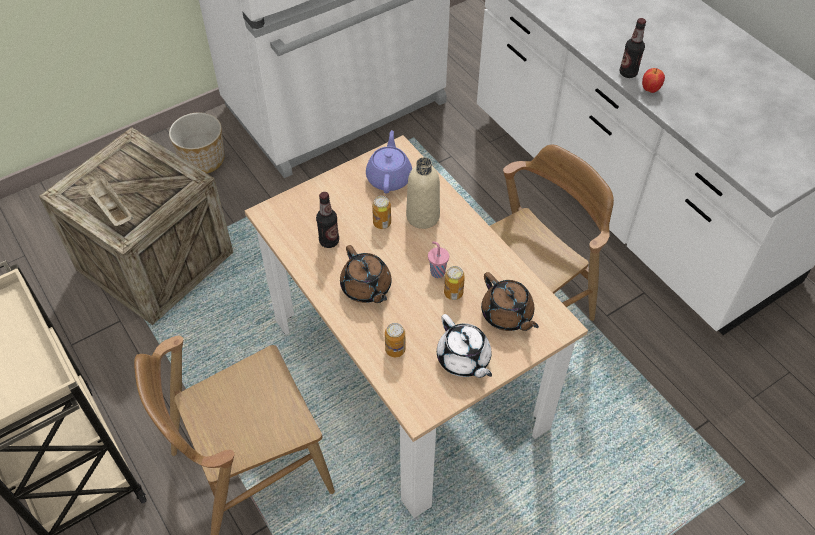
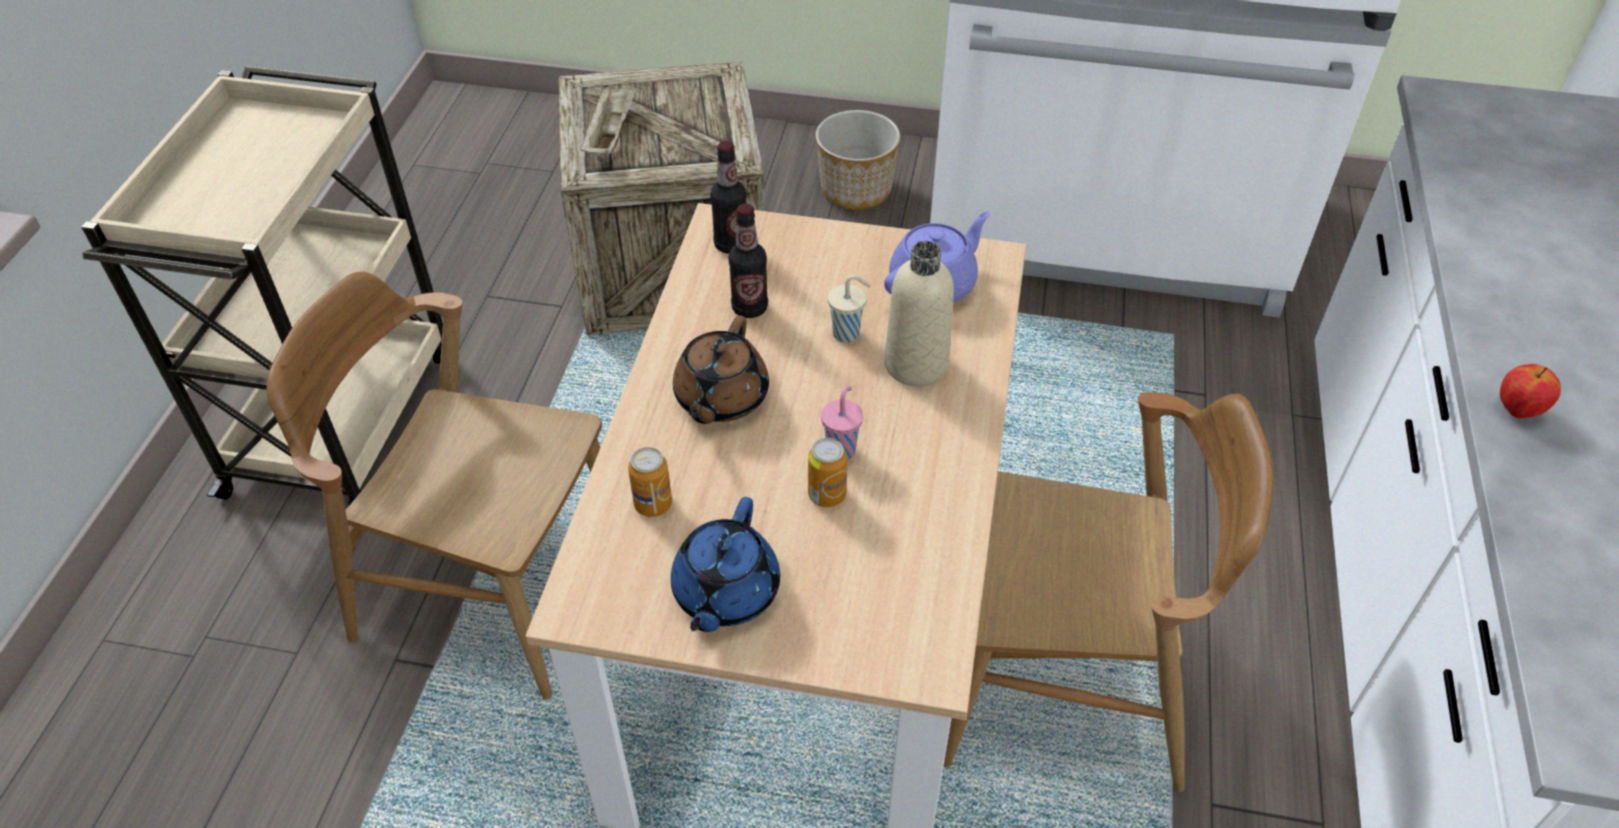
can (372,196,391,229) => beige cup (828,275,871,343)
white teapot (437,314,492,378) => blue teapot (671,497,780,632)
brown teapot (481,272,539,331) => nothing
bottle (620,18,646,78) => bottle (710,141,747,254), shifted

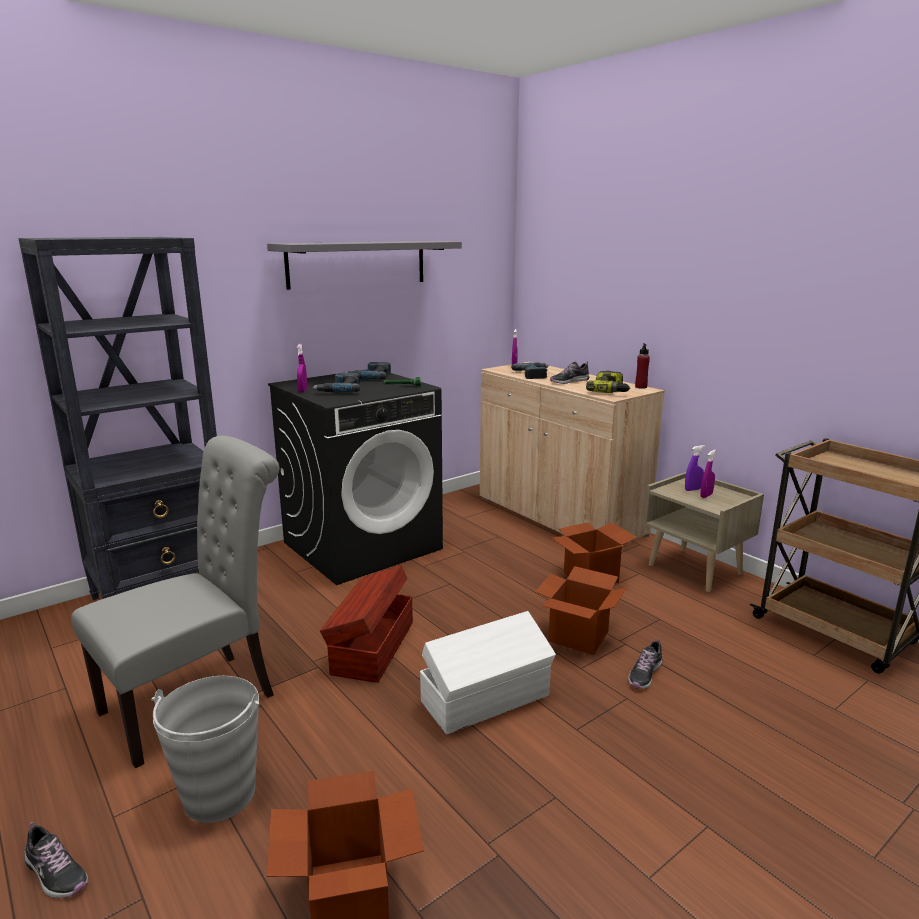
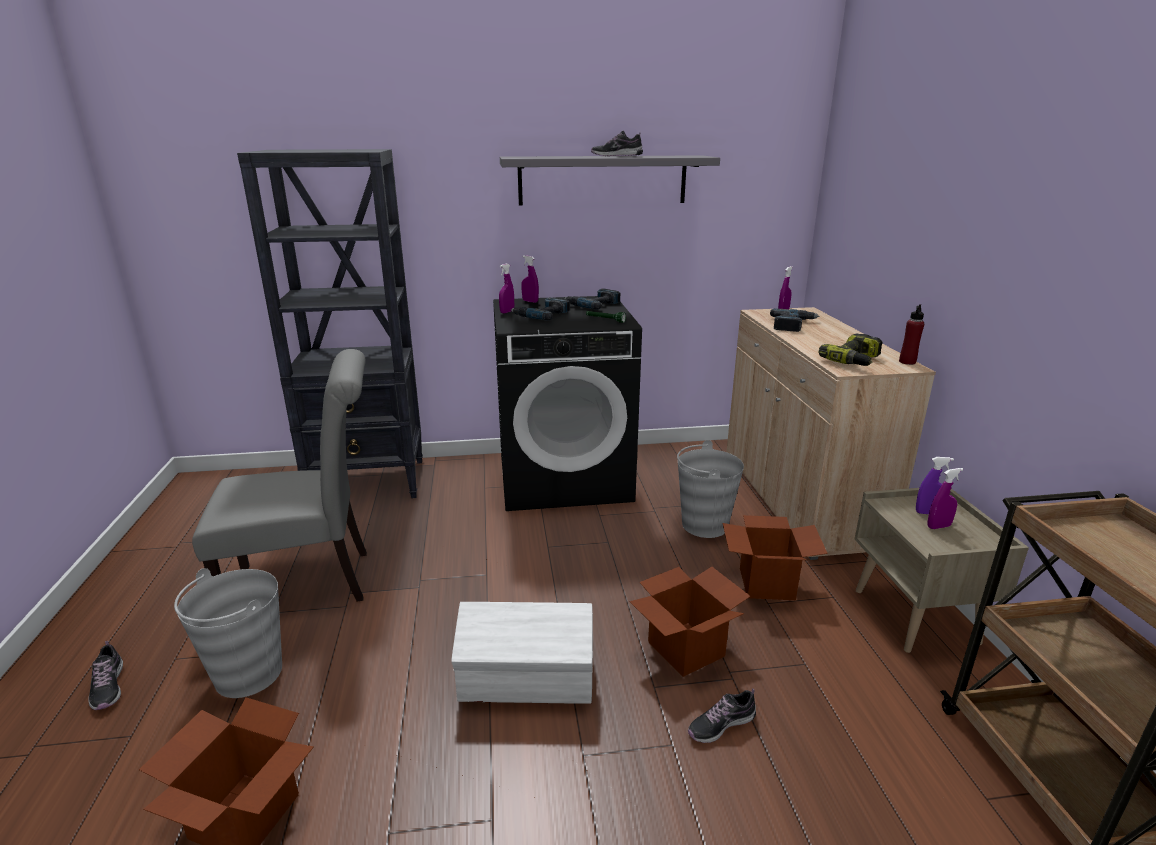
brown storage box (320,565,413,683) => nothing
shoe (550,361,589,384) => shoe (591,131,643,156), shifted
nothing => purple spray bottle (522,255,539,303)
nothing => grey bucket (677,440,744,538)

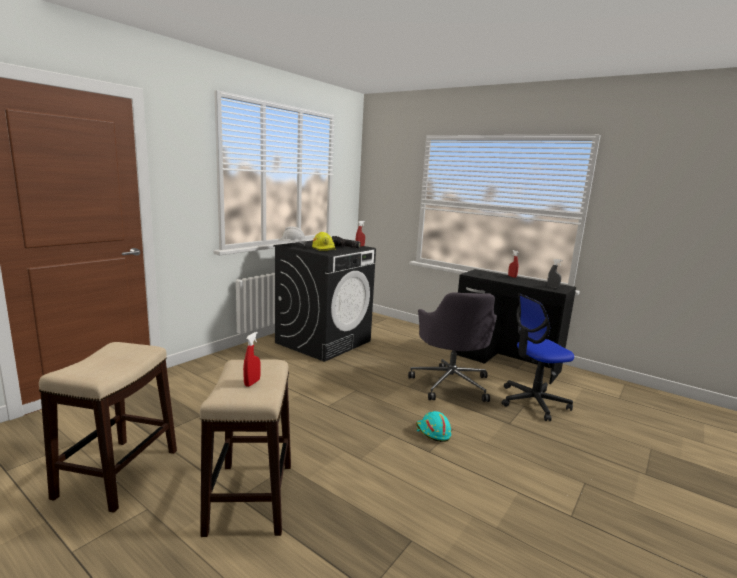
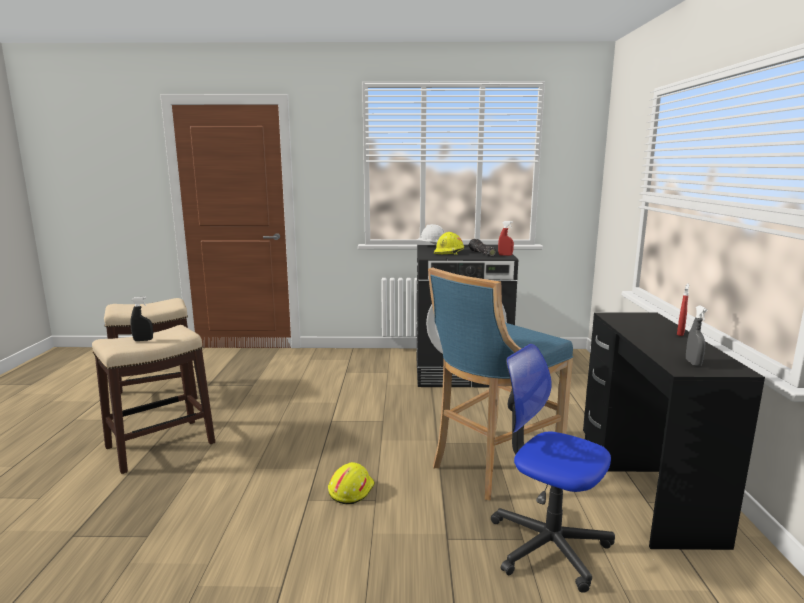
red spray bottle (243,332,261,387) => black spray bottle (130,297,153,341)
grey office chair (408,292,497,402) => blue stool (428,267,573,501)
turquoise hard hat (416,411,451,442) => yellow hard hat (328,462,375,504)

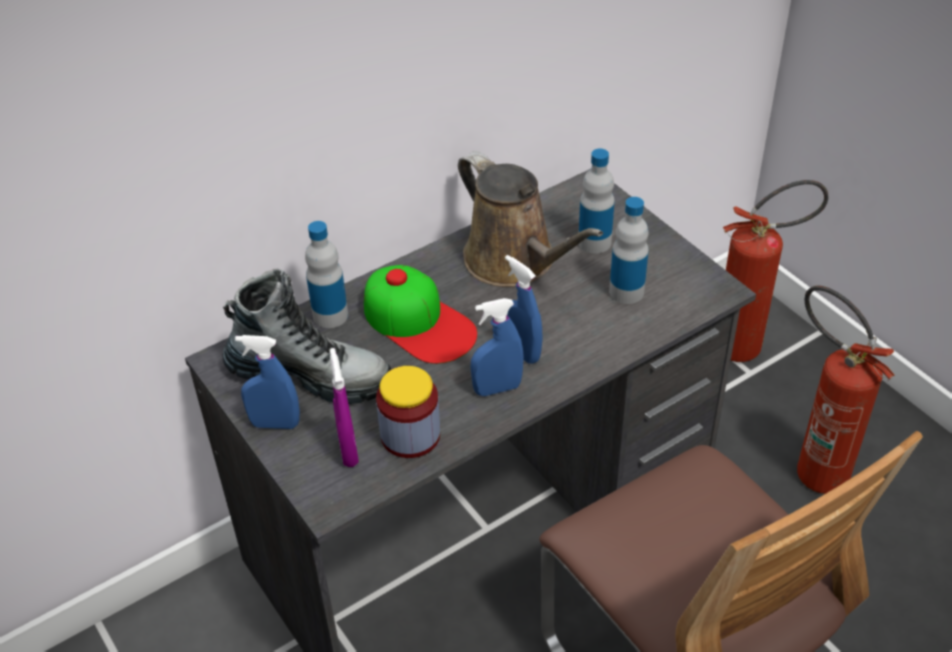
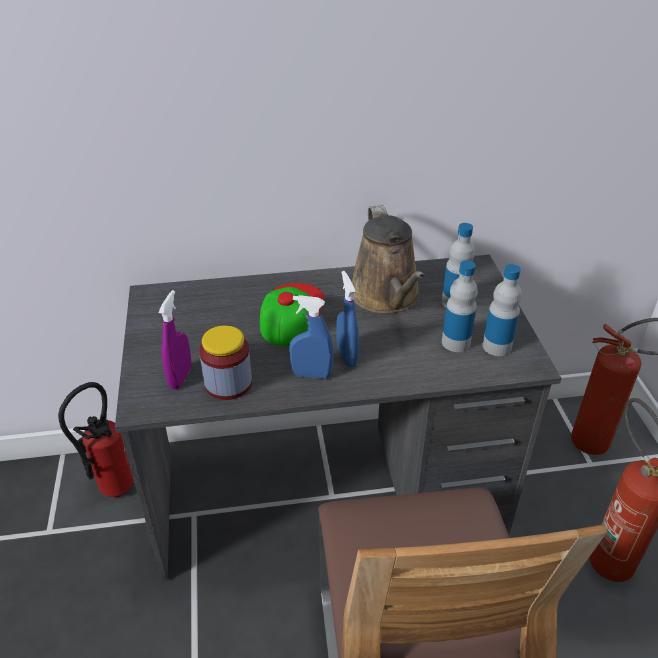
boot (222,269,391,404) => nothing
blue spray bottle (235,335,300,429) => nothing
bottle (305,221,348,328) => bottle (483,264,522,356), shifted
cap (364,265,477,364) => cap (260,283,324,346), 150 degrees counterclockwise
nothing => fire extinguisher (58,382,134,498)

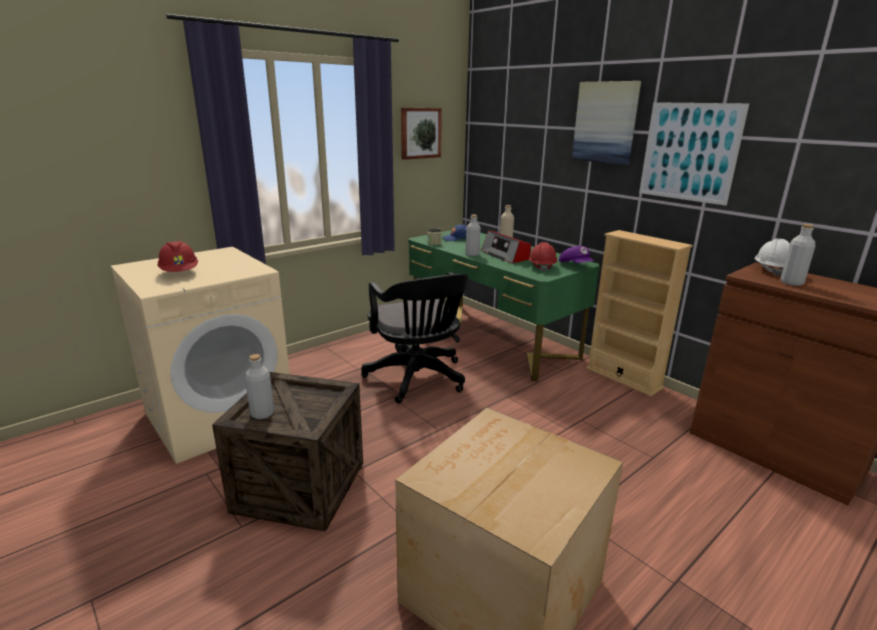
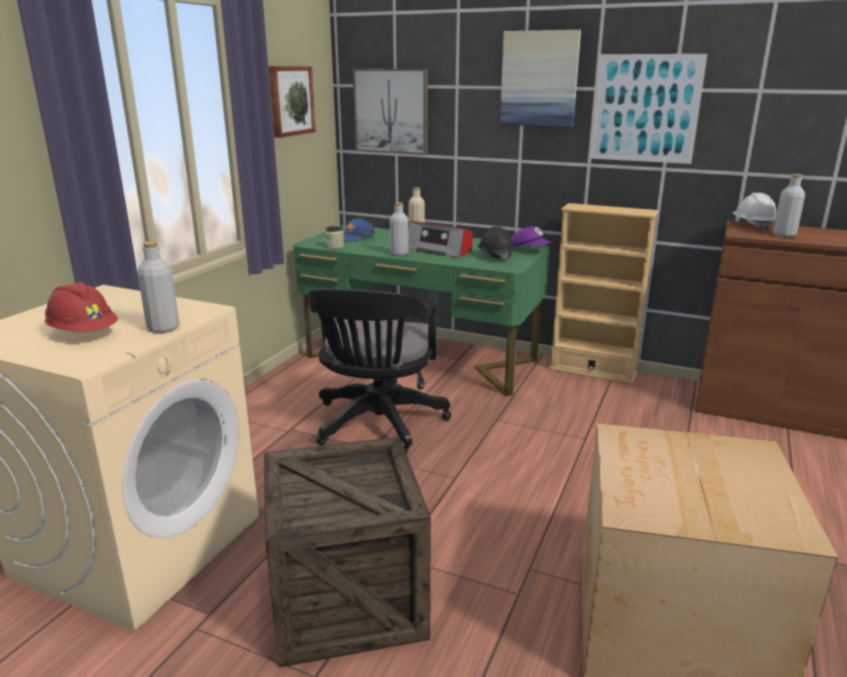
grey bottle (245,354,274,419) => grey bottle (137,241,180,333), shifted
black office chair (361,272,469,404) => black office chair (308,287,451,454), 60 degrees clockwise
red hard hat (529,242,557,272) => black hard hat (478,227,515,262)
nothing => picture (353,69,428,155)

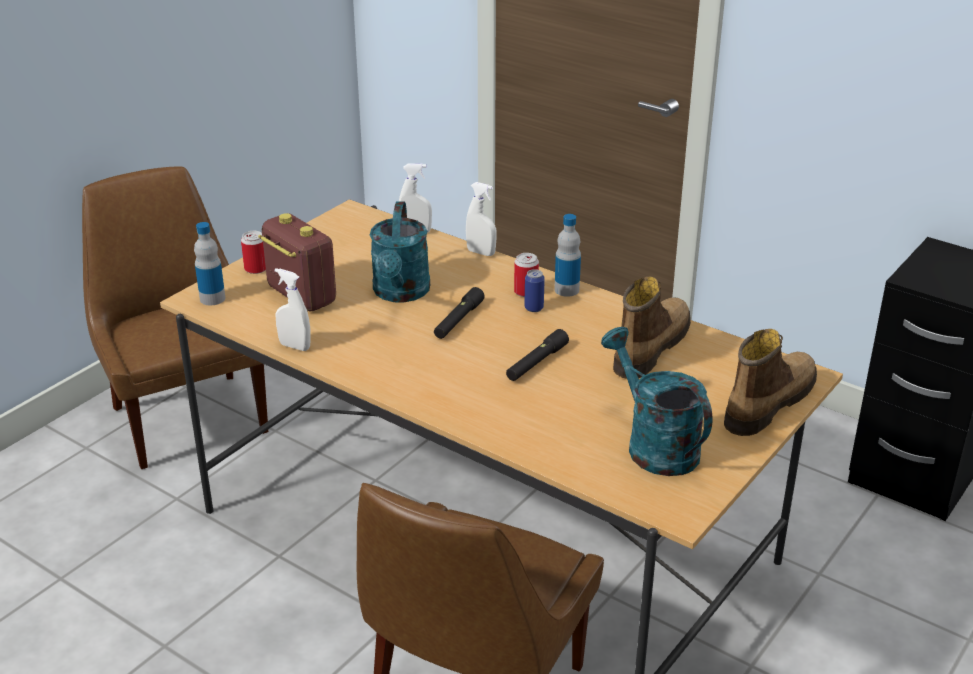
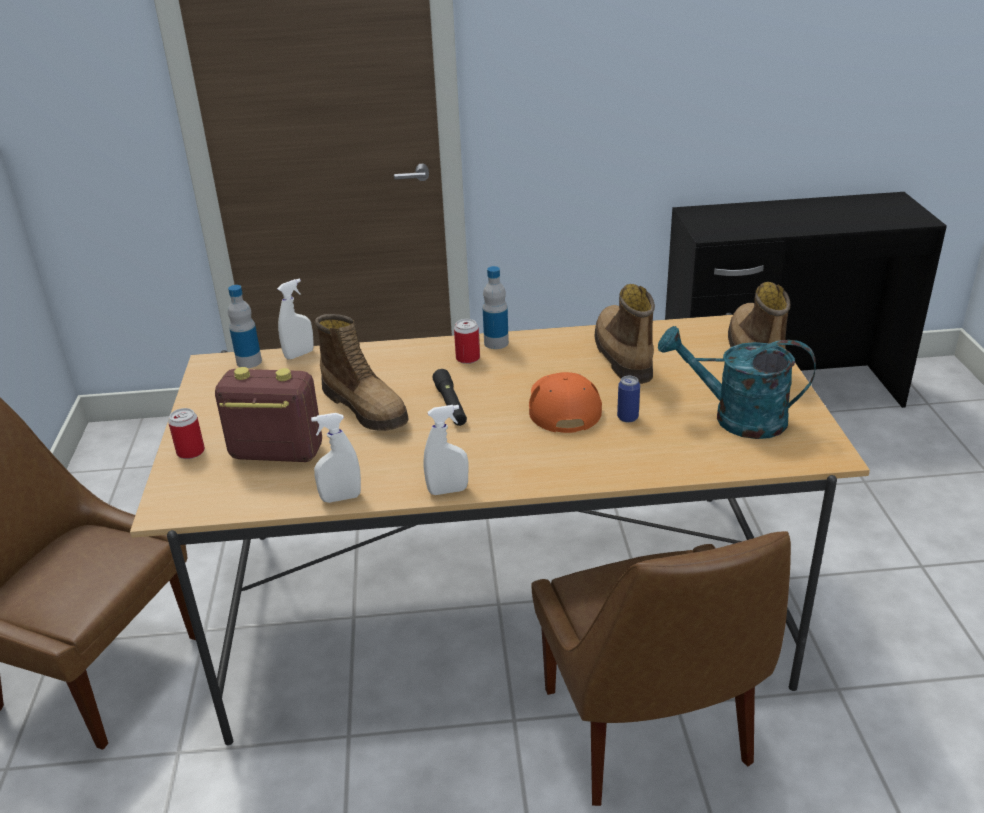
bottle (194,222,225,305) => bottle (228,285,262,368), shifted
turquoise watering can (370,201,430,303) => boot (315,314,408,431)
white spray bottle (466,182,497,256) => white spray bottle (424,405,468,495), shifted
black flashlight (506,329,569,381) => orange cap (529,372,602,433)
can (524,269,545,312) => can (617,376,640,423), shifted

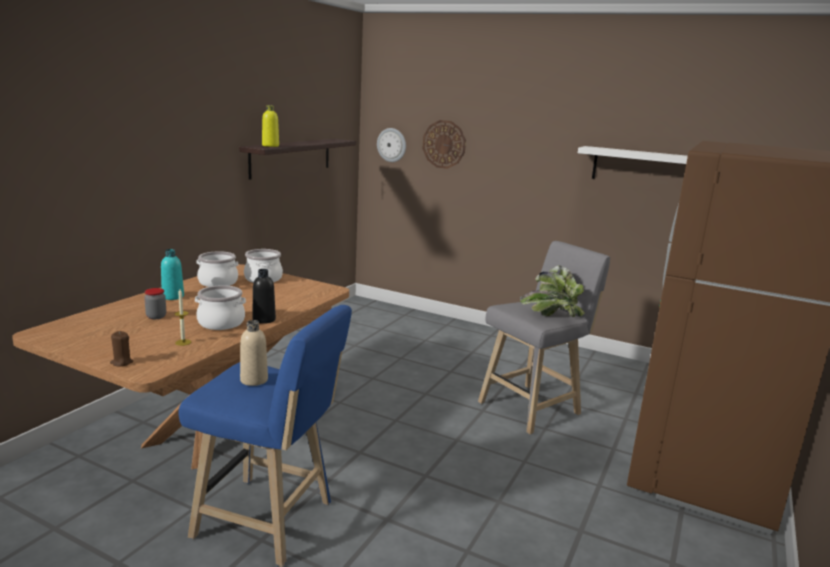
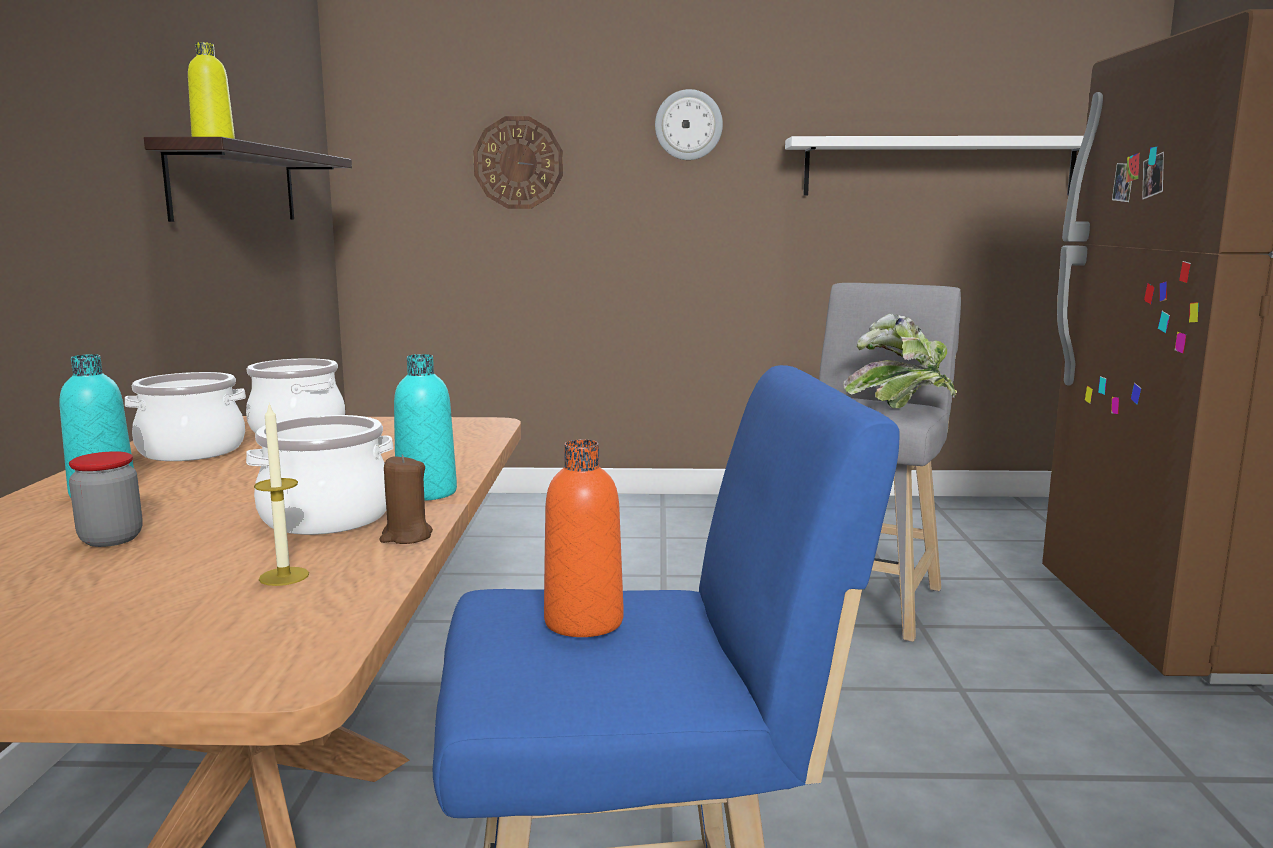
brown candle (110,331,133,367) => brown candle (379,454,433,544), shifted
beige bottle (240,320,268,386) => orange bottle (544,440,623,637)
black bottle (252,269,276,324) => turquoise bottle (394,354,457,501)
wall clock (377,128,406,162) => wall clock (655,89,723,160), shifted

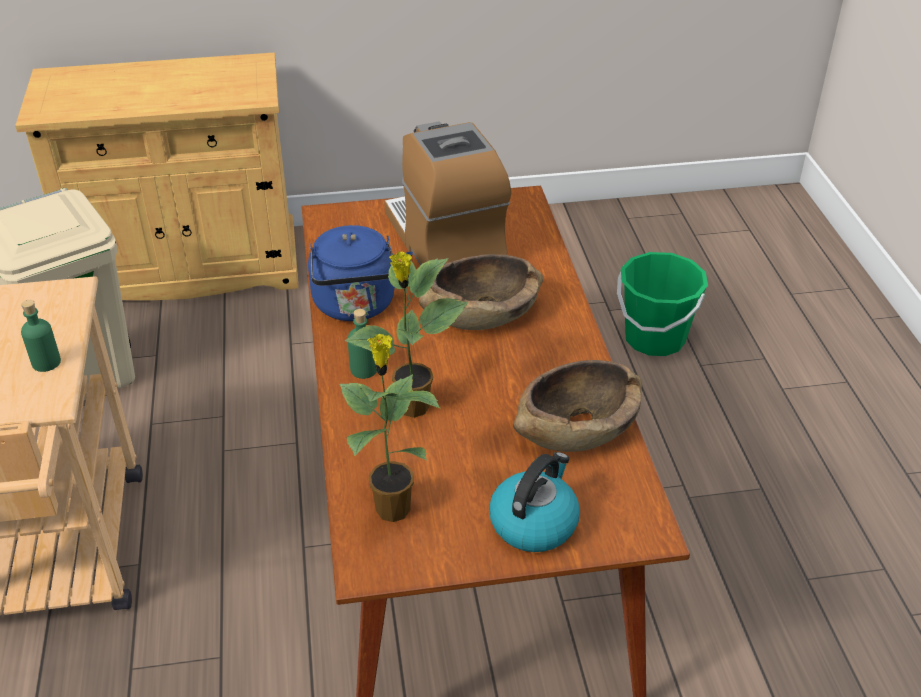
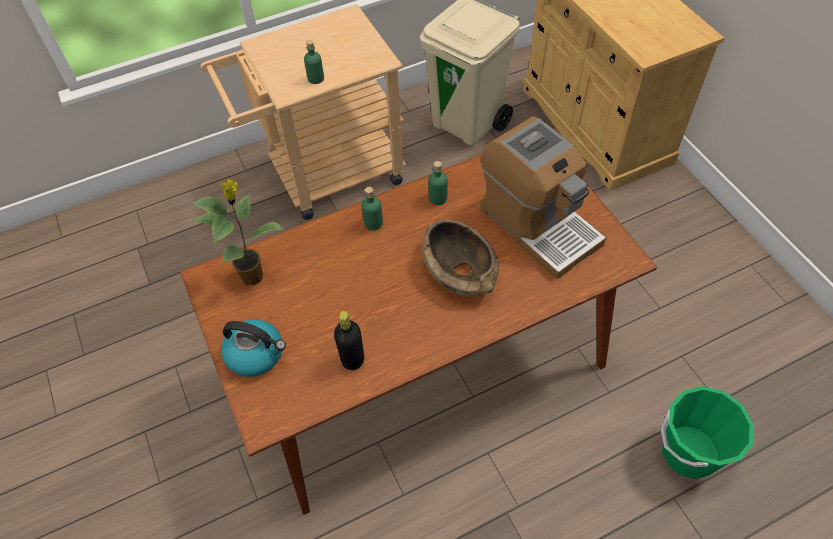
blue kettle (308,225,413,321) => green bottle (428,161,447,205)
potted plant (344,251,468,418) => nothing
coffee machine (384,121,511,265) => coffee machine (480,116,606,279), 90 degrees clockwise
brown bowl (514,360,642,452) => black bottle (334,311,364,370)

